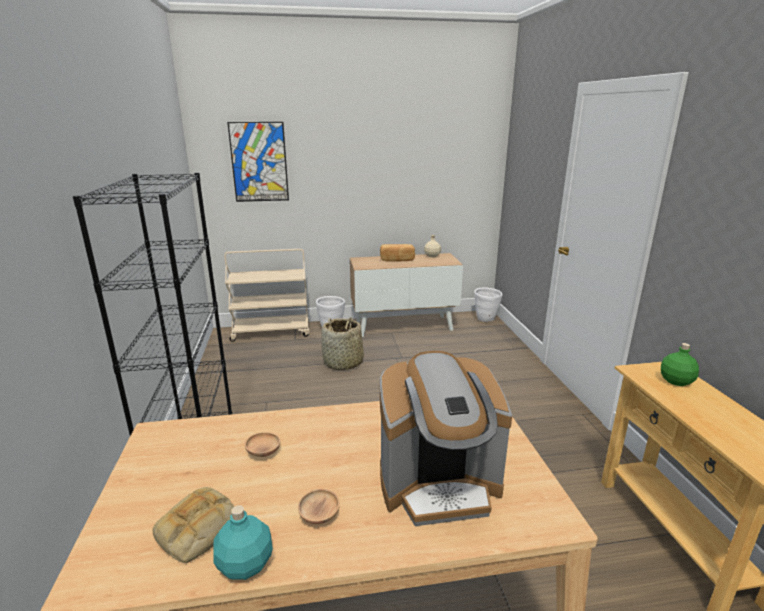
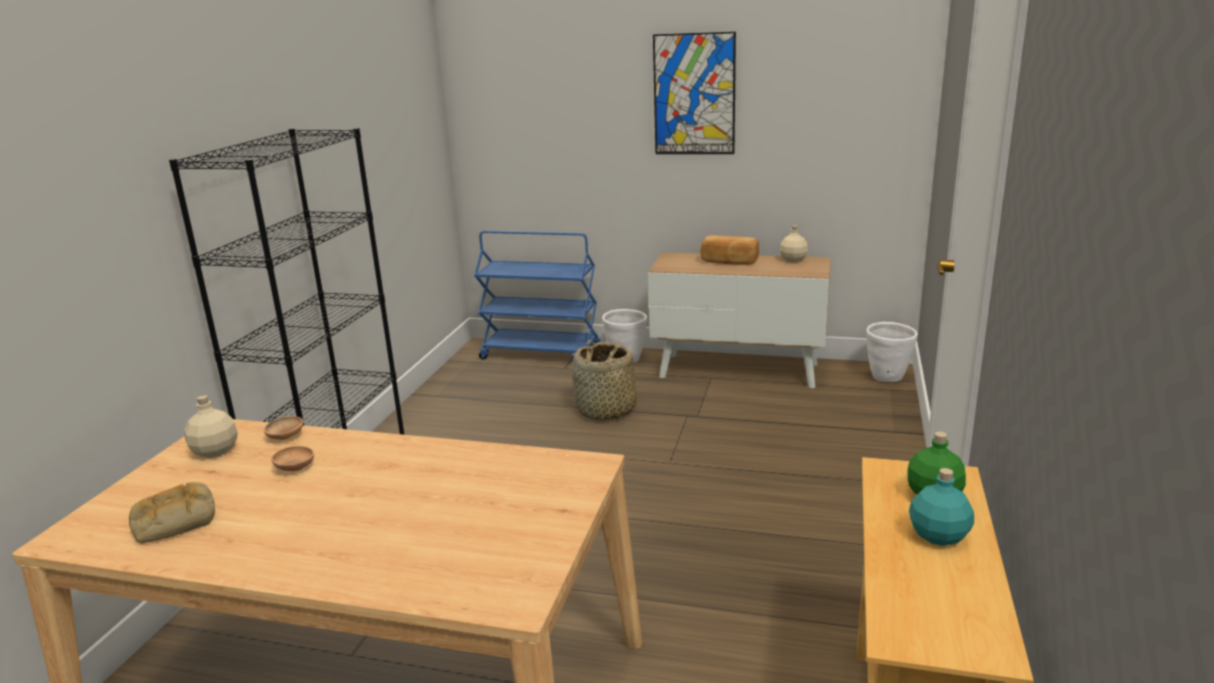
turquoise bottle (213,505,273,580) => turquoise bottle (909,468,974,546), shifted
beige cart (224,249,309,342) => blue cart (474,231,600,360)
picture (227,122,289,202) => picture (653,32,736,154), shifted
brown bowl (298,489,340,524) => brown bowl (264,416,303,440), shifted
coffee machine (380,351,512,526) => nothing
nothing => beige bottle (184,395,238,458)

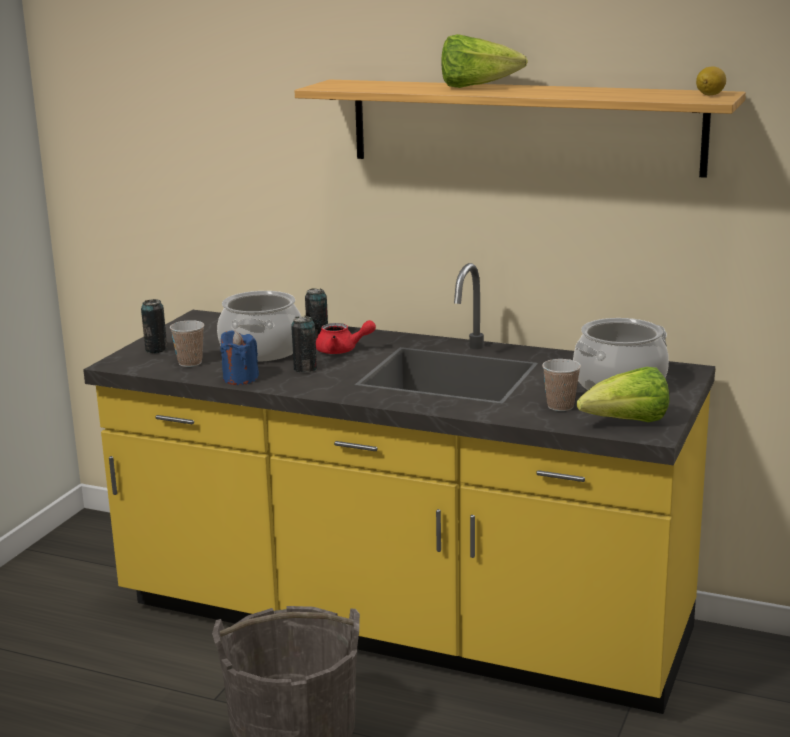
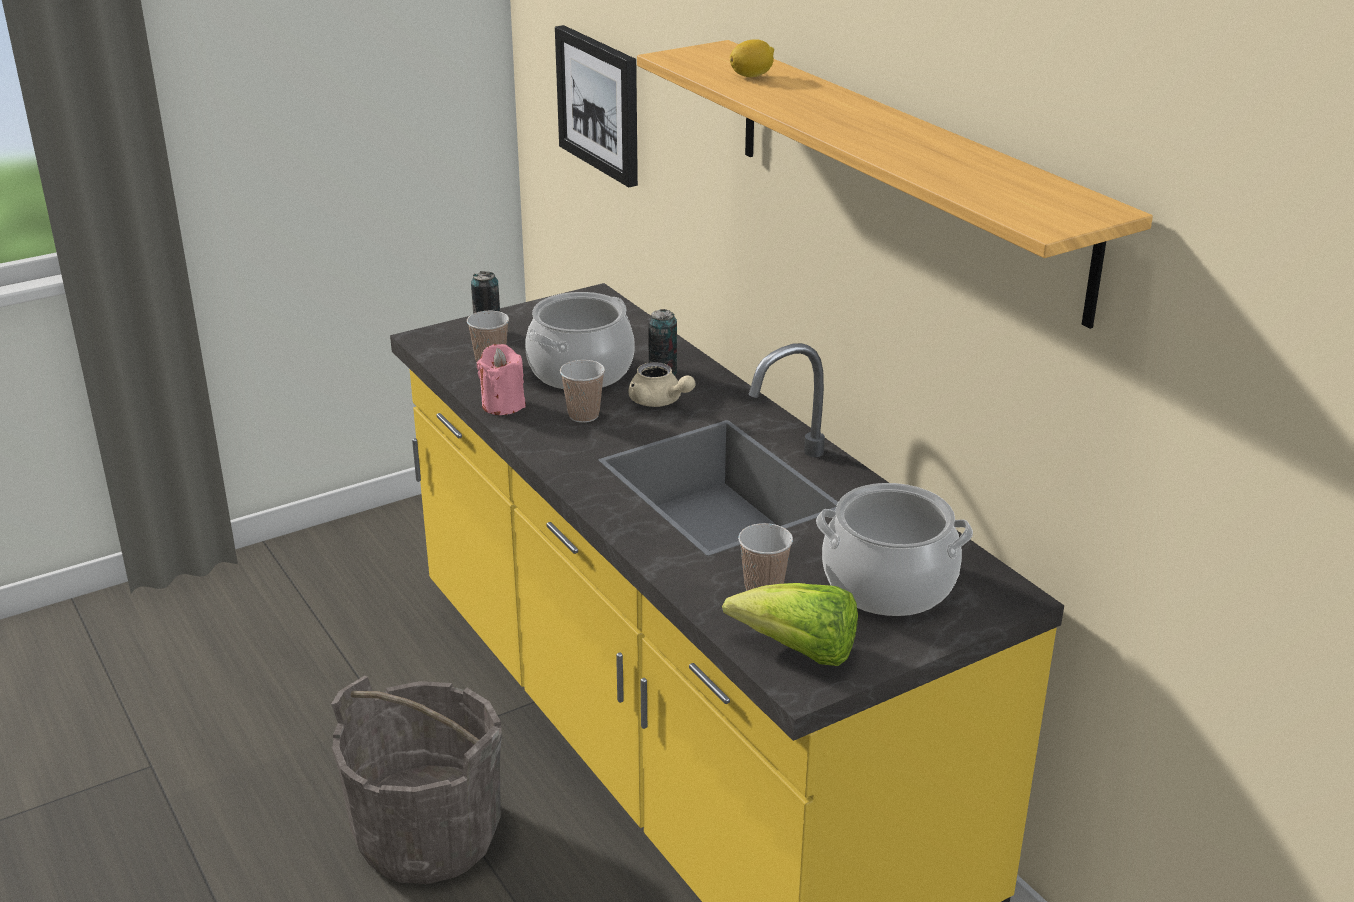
blue candle (221,331,259,385) => pink candle (477,344,526,415)
can (291,316,317,373) => cup (560,360,605,423)
red teapot (316,320,376,354) => beige teapot (628,362,696,407)
lettuce (442,34,528,88) => nothing
lemon (696,66,726,95) => lemon (730,39,774,77), shifted
nothing => picture (555,25,638,188)

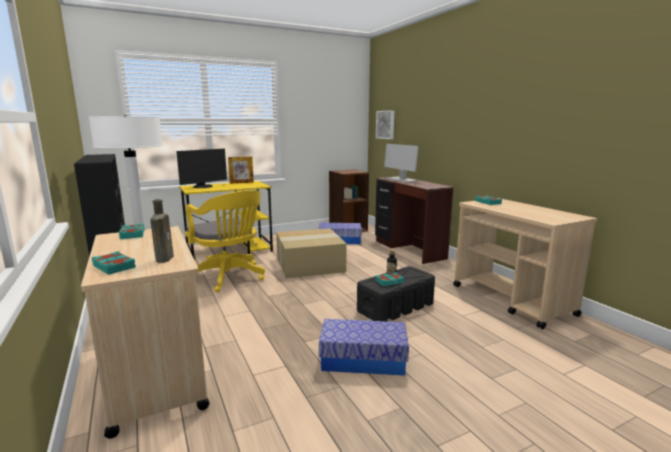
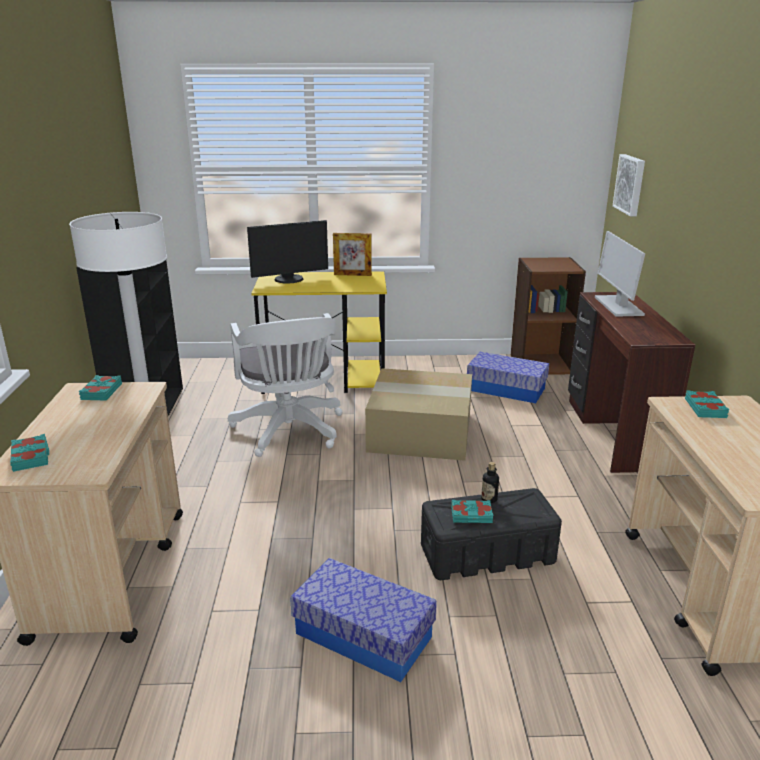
brown bottle (151,199,174,263) => nothing
yellow office chair (185,190,265,292) => white office chair (228,313,343,457)

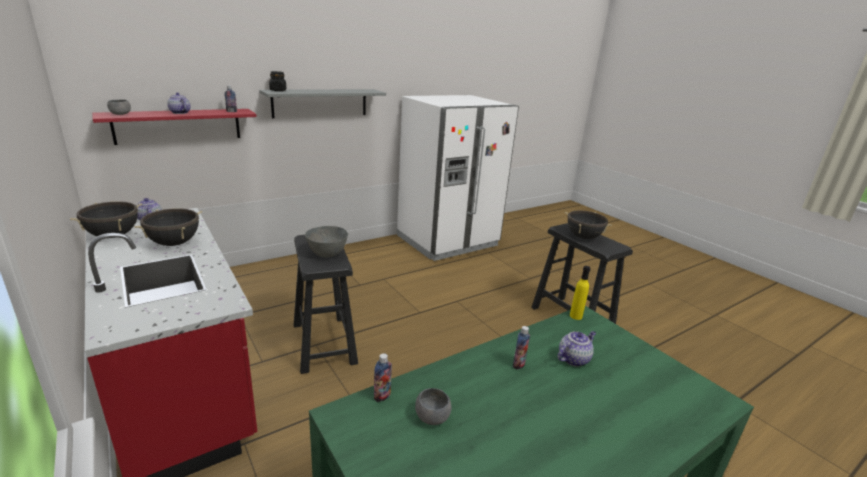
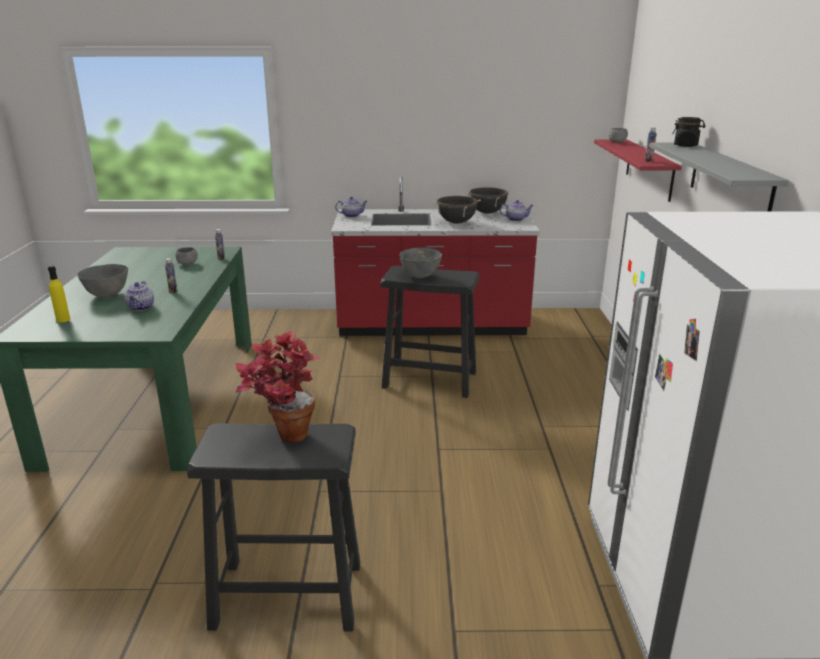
teapot (167,92,190,114) => teapot (335,197,367,217), shifted
black cooking pot (564,210,612,239) => potted plant (235,332,320,443)
yellow bottle (570,266,590,320) => yellow bottle (48,265,70,323), shifted
nothing => grey bowl (77,264,128,297)

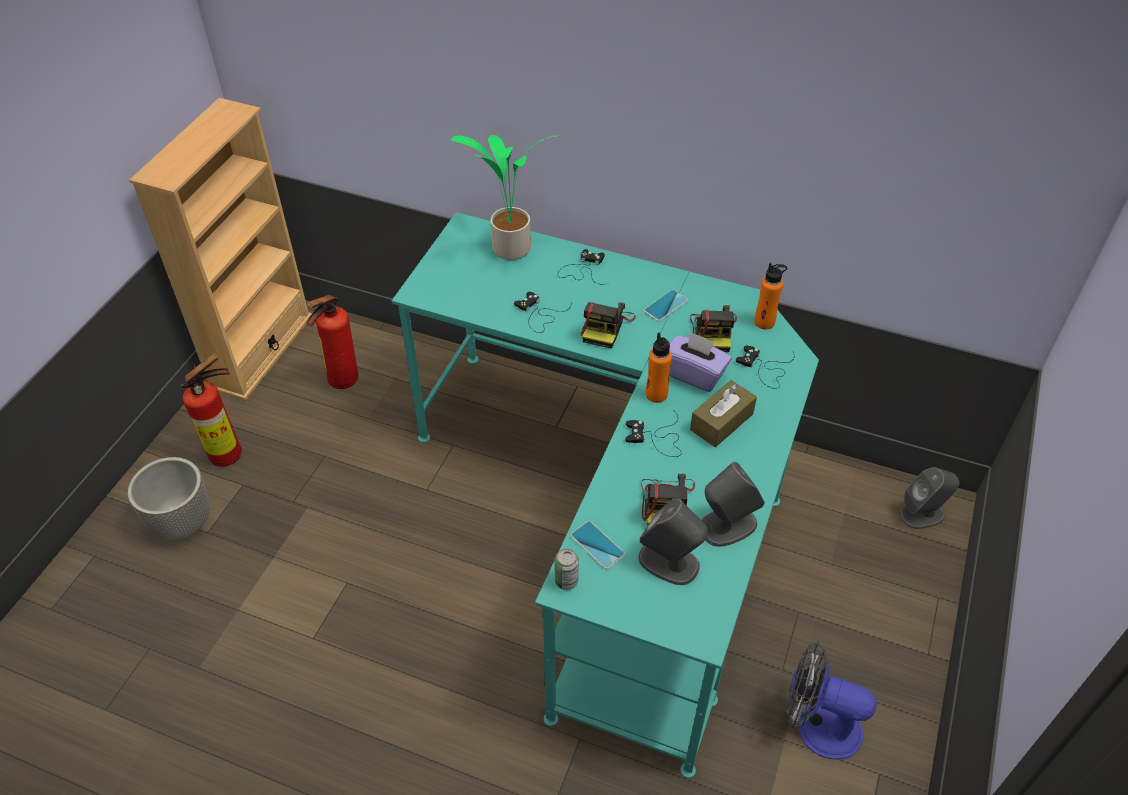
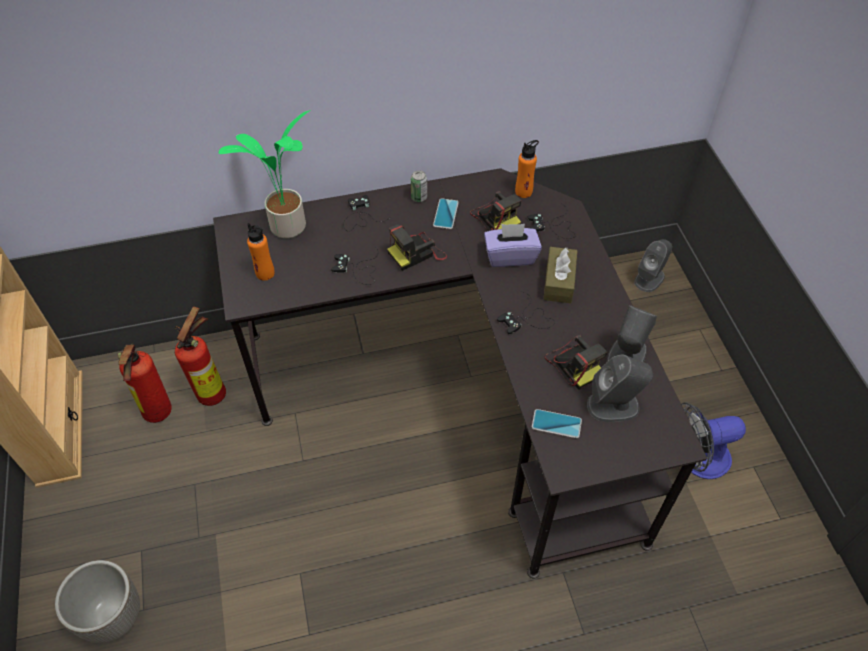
fire extinguisher (181,353,242,466) => fire extinguisher (175,306,226,406), shifted
turquoise desk (392,212,819,778) => black desk (213,168,707,579)
can (555,549,579,590) => can (411,170,427,202), shifted
photo camera (581,302,636,349) => photo camera (387,224,447,271), 75 degrees clockwise
orange bottle (646,333,672,403) => orange bottle (247,223,275,281), shifted

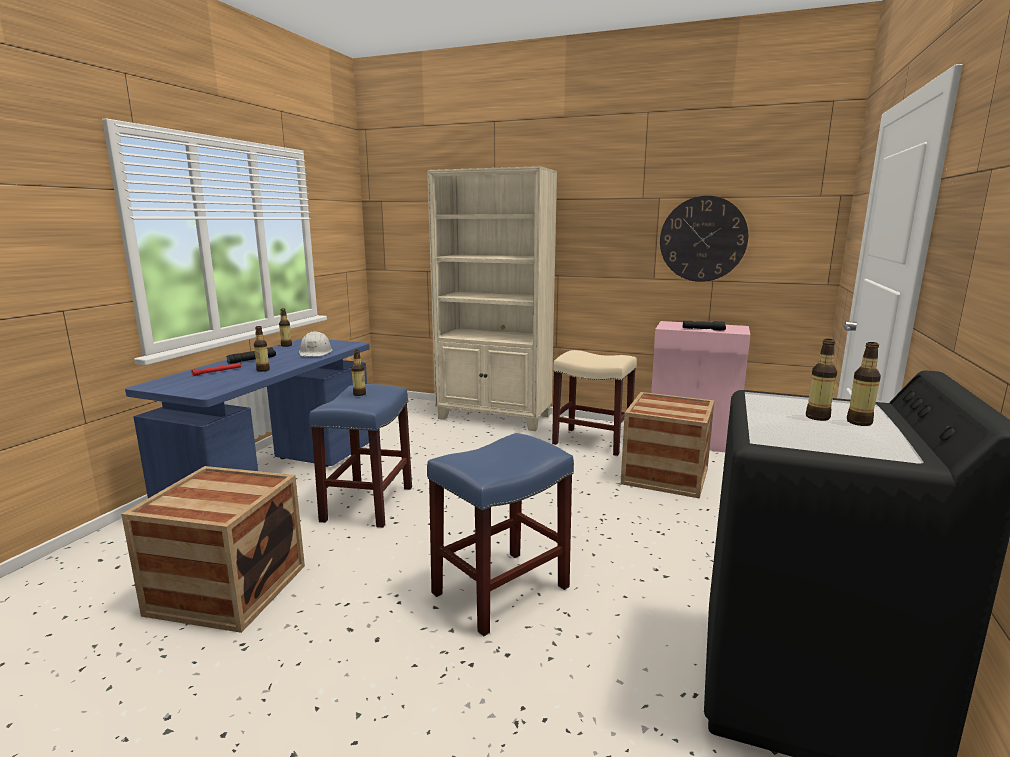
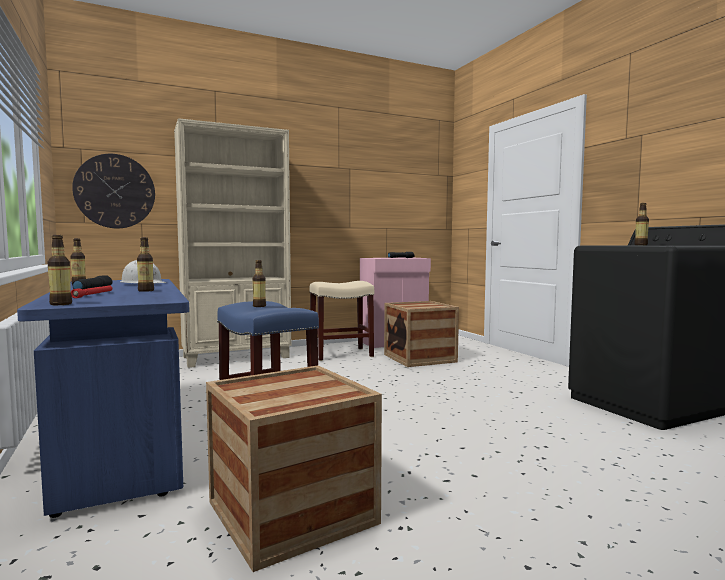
blue stool (427,433,574,637) => nothing
wall clock (660,196,748,282) => wall clock (72,154,155,228), shifted
bottle (847,342,881,426) => bottle (48,235,72,305), shifted

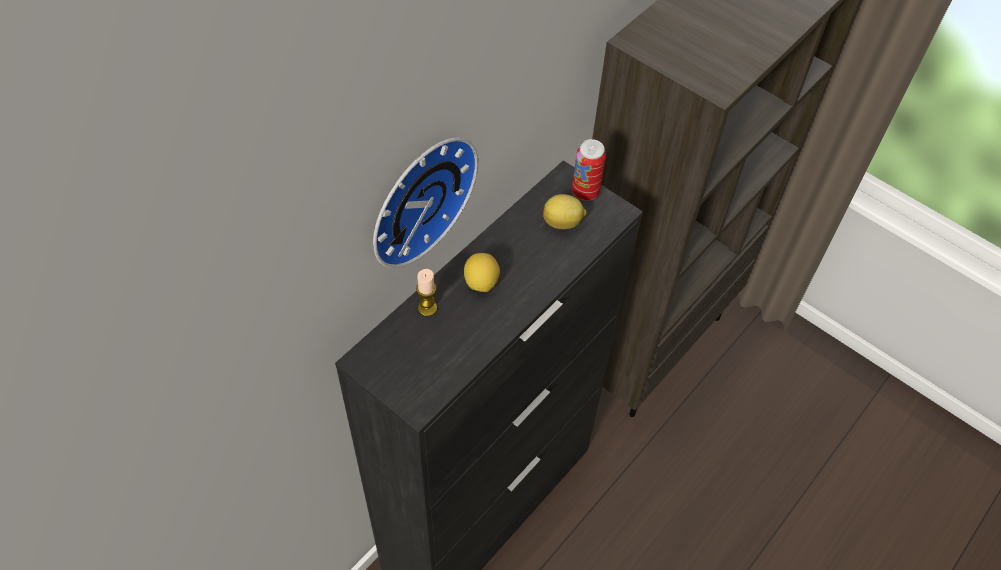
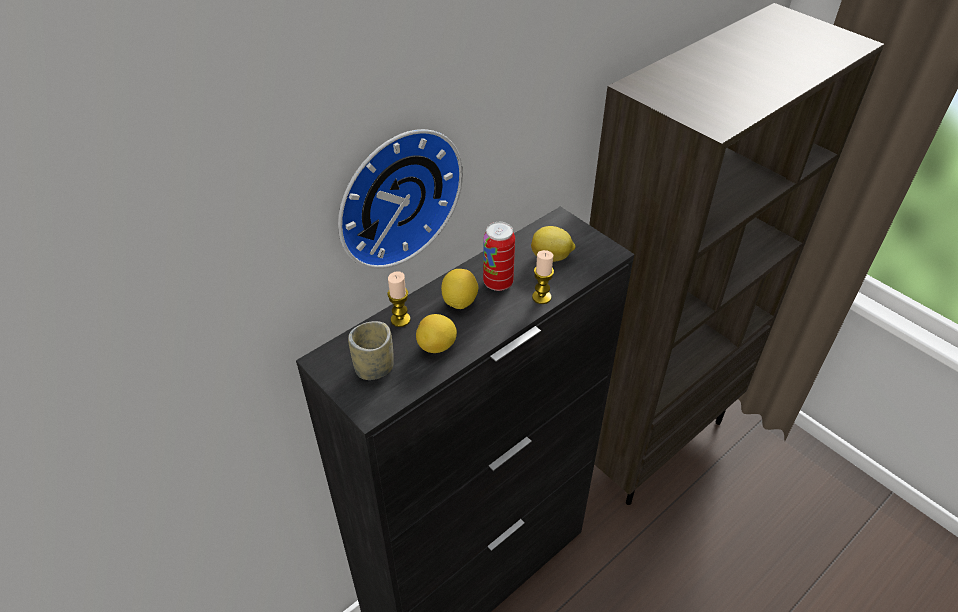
can (572,139,606,201) => can (483,222,515,291), shifted
nothing => cup (348,321,394,380)
nothing => lemon (416,314,457,353)
nothing => candle (532,250,554,304)

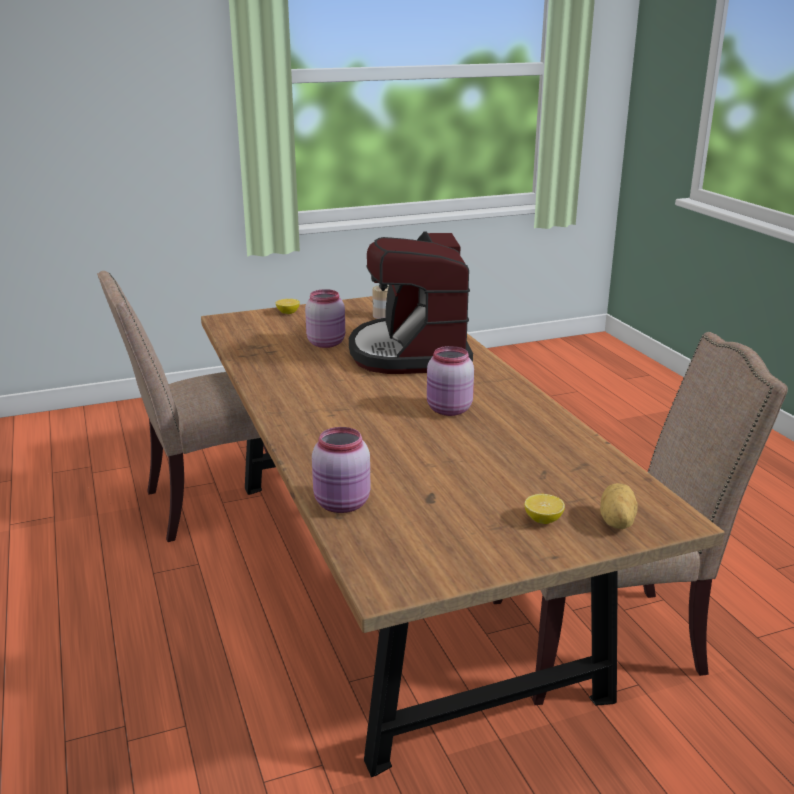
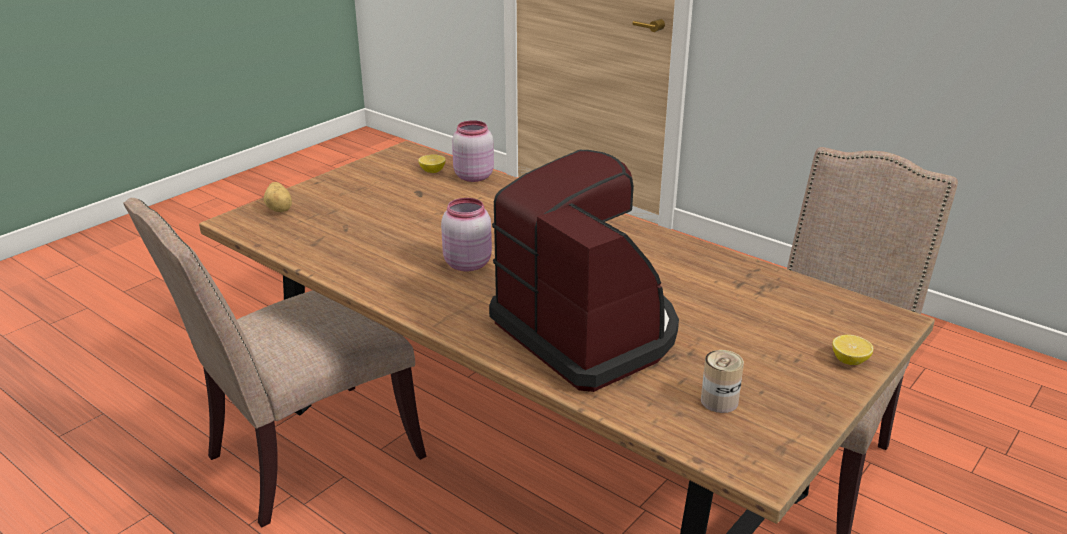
pink jar (305,289,345,348) => nothing
lemon (524,494,565,524) => lemon (418,155,446,173), shifted

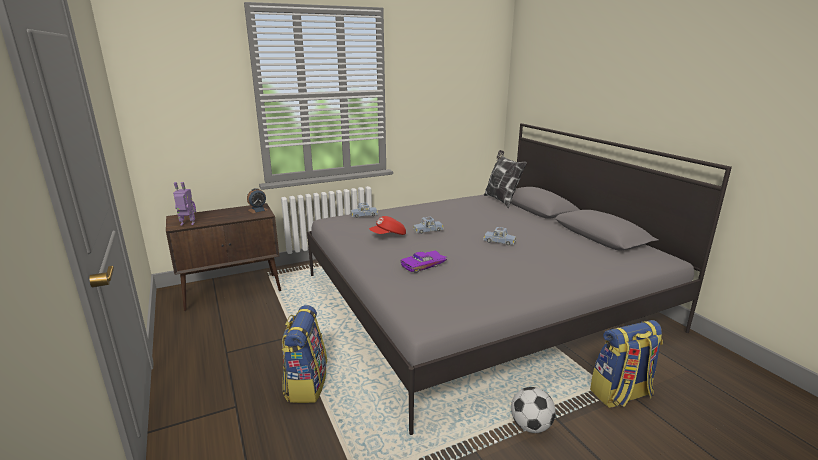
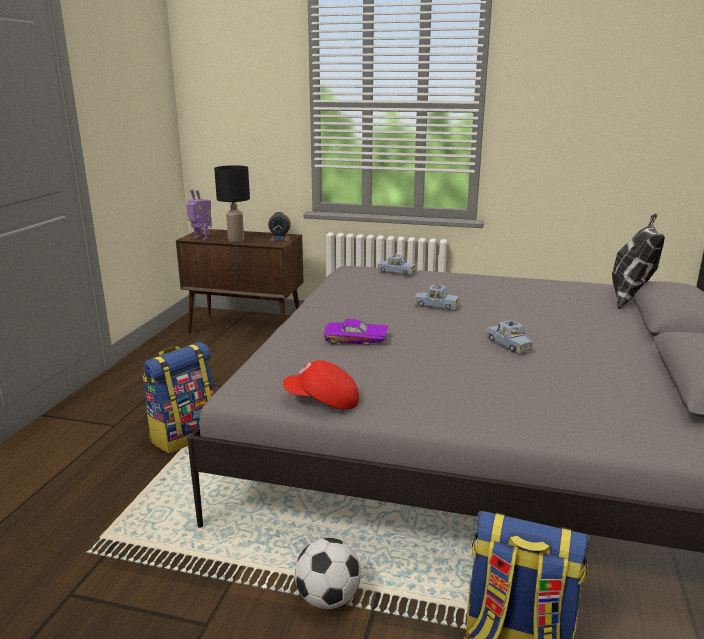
red cap (369,216,406,235) => red cap (283,360,359,410), shifted
nothing => black table lamp (214,165,250,242)

